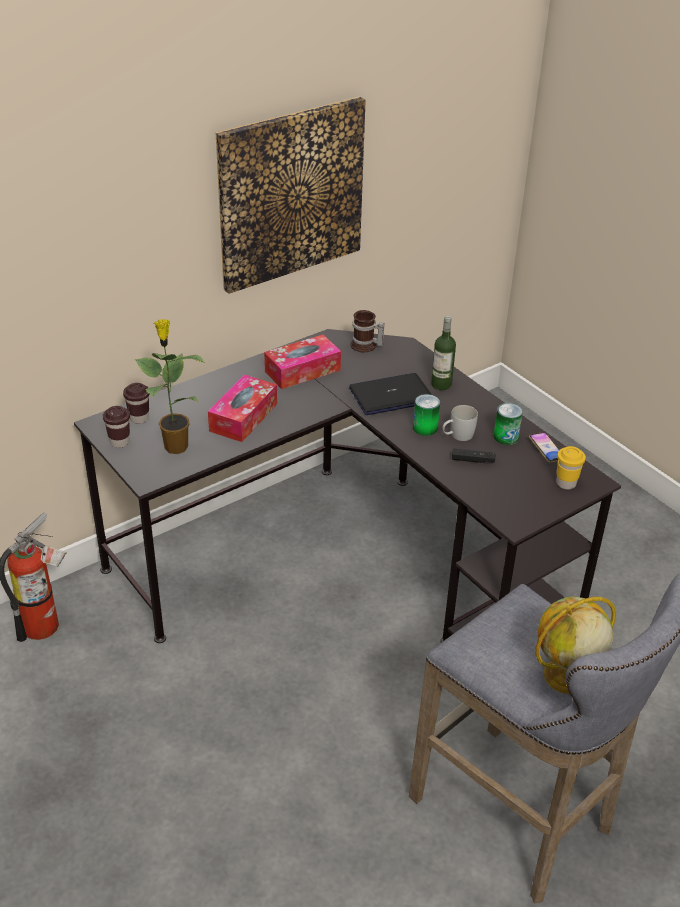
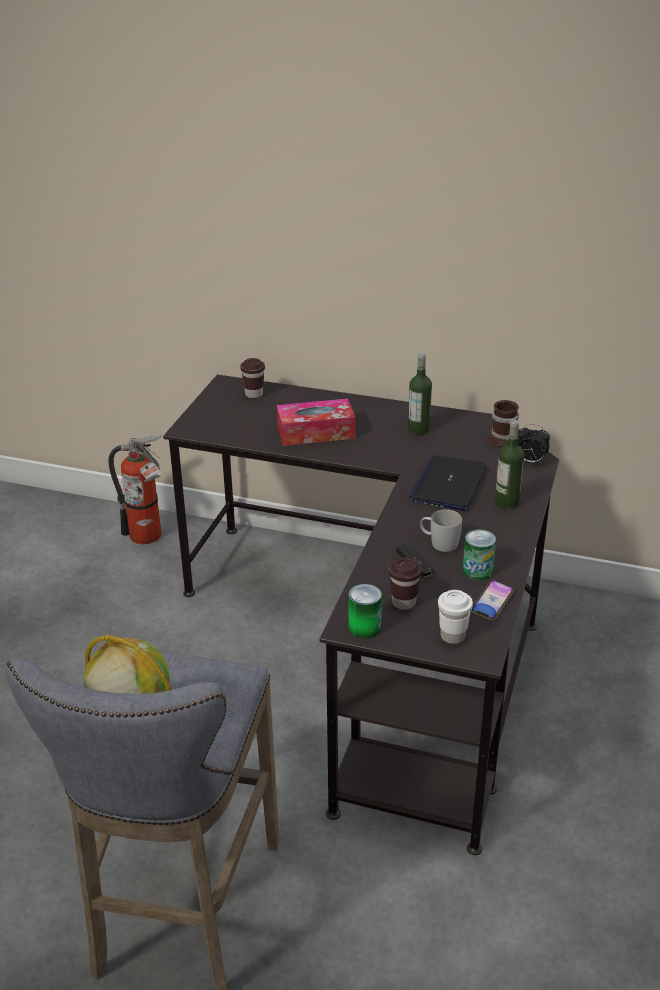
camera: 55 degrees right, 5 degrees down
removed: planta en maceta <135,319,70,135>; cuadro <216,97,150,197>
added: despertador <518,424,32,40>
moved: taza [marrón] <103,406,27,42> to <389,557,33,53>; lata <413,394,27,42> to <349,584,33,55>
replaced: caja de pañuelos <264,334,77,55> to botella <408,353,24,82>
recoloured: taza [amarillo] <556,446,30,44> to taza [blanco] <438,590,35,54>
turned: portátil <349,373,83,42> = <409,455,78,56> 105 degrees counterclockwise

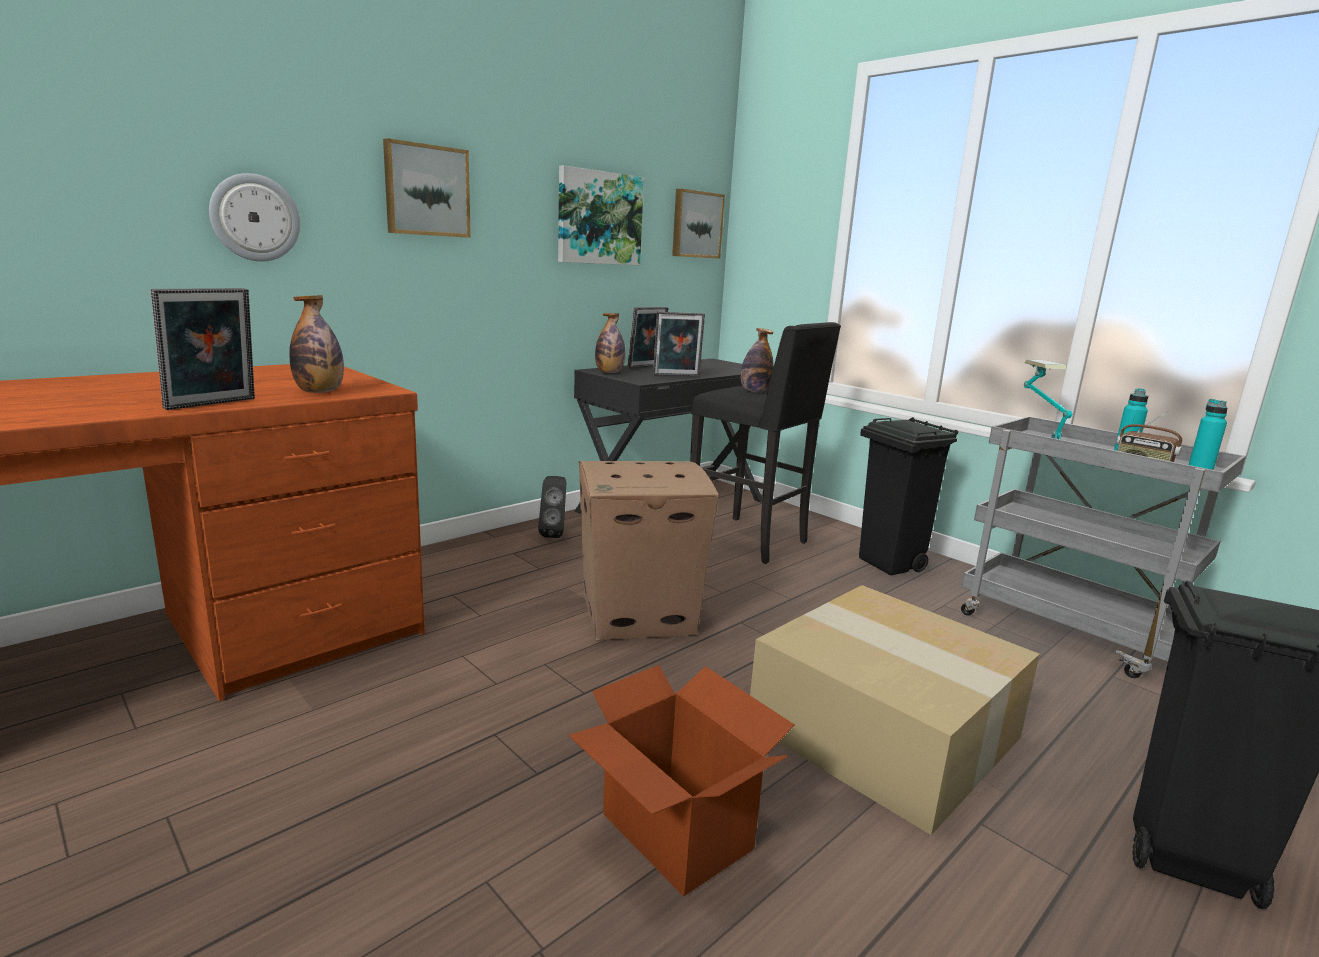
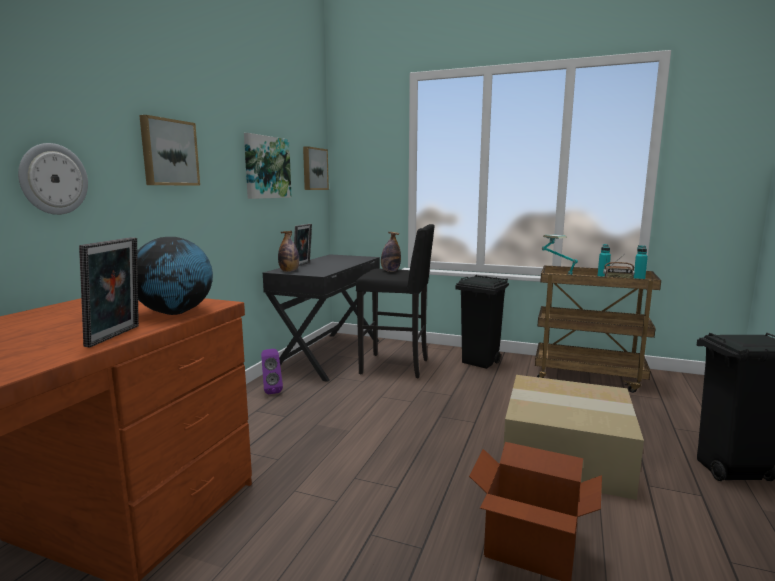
camera: 25 degrees left, 5 degrees down
removed: caja de cartón <579,461,140,179>; portarretratos <653,312,52,65>
replaced: botella <289,295,55,98> to globo terráqueo <137,237,76,78>
recoloured: altavoz [negro] <538,476,28,62> to altavoz [morado] <261,349,22,46>; carrito [gris] <961,416,285,262> to carrito [marrón] <535,265,126,128>

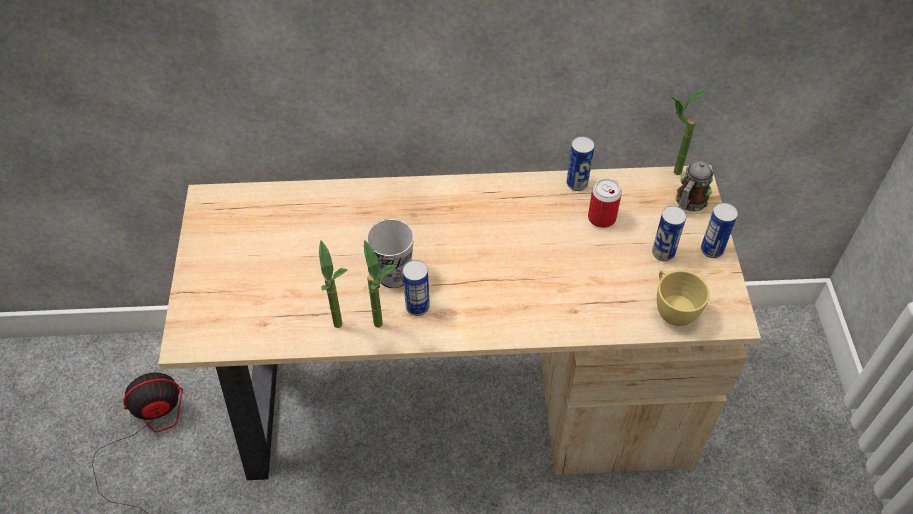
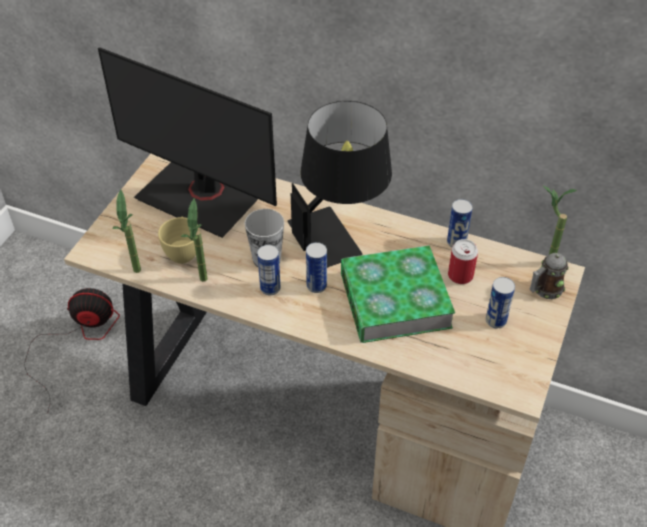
camera: 25 degrees right, 5 degrees down
added: monitor <98,47,179,191>; lámpara de mesa [negro] <288,101,104,167>; libro <341,245,114,98>
moved: planta en maceta <364,240,33,88> to <113,189,28,84>; taza [amarillo] <657,270,53,56> to <158,216,42,47>; lata <701,203,37,55> to <306,242,21,51>

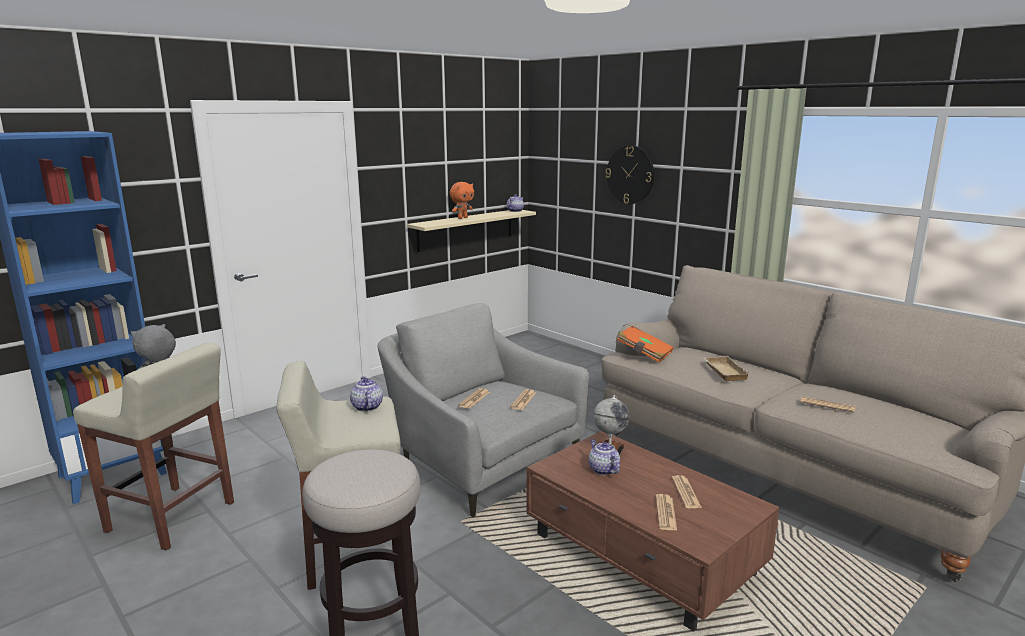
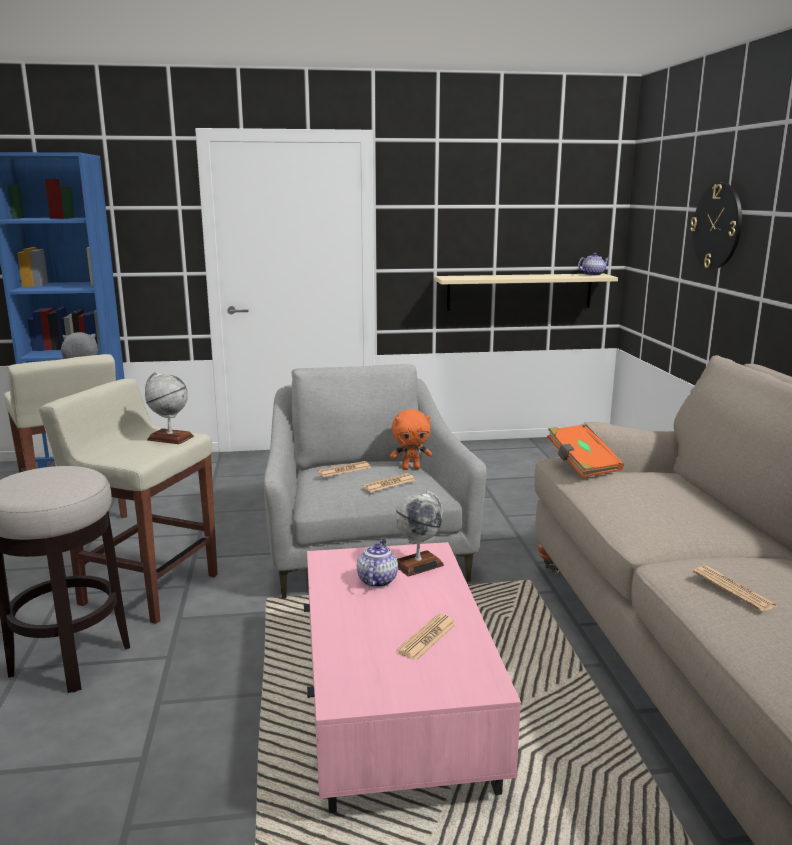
camera: 35 degrees right, 0 degrees up
removed: periódico <656,494,21,36>; bandeja [beis] <703,356,47,25>
moved: peluche [naranja] <450,182,24,37> to <390,409,42,61>
replaced: tetera <350,377,33,35> to globo terráqueo <145,372,49,72>
recoloured: mesa de centro [marrón] <526,431,254,201> to mesa de centro [rosa] <304,542,217,271>

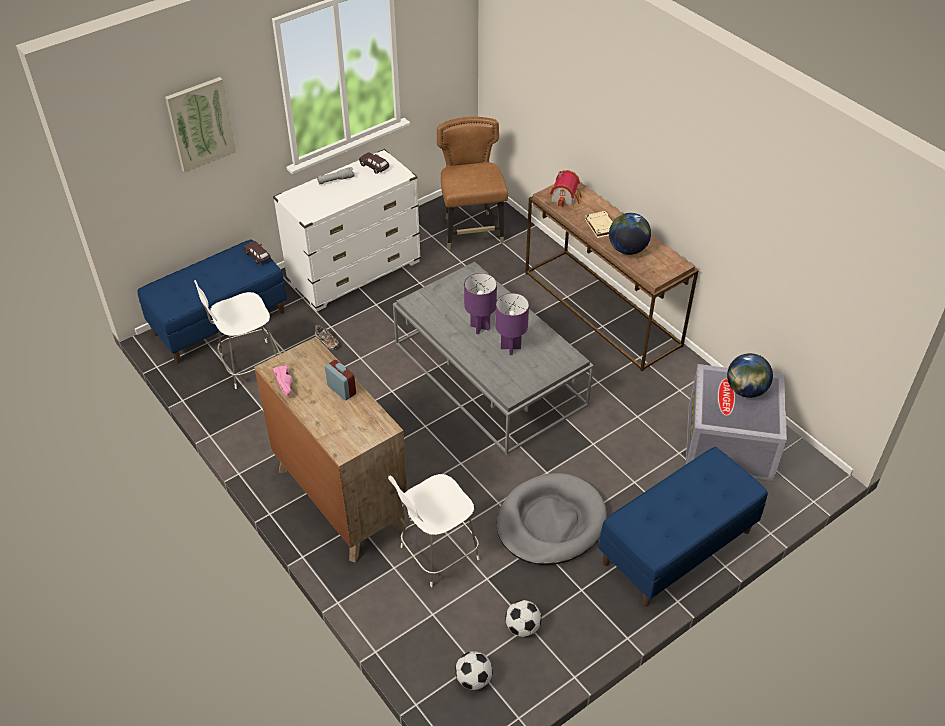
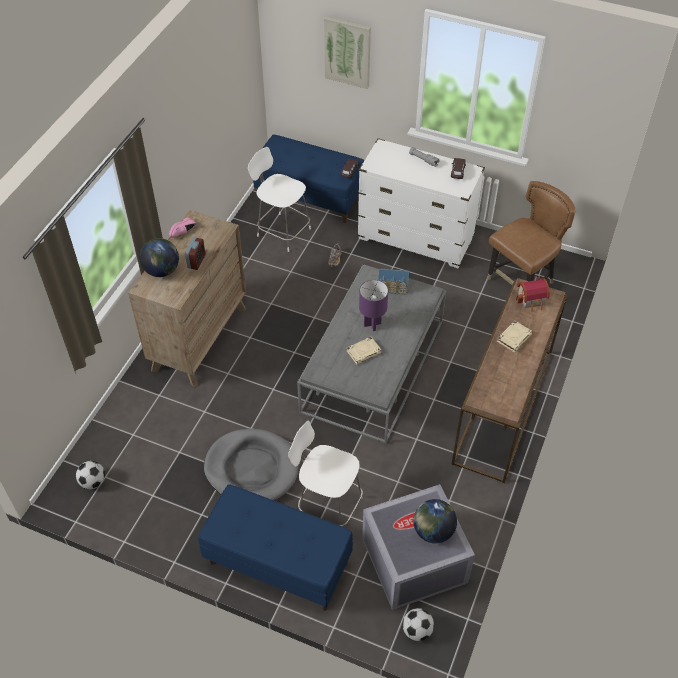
camera: 60 degrees right, 5 degrees up
added: casita <378,269,31,25>
moved: silla [blanco] <388,474,91,113> to <288,421,75,105>; balón de fútbol <505,600,36,37> to <403,608,31,33>; globo terráqueo <609,213,42,42> to <139,238,40,39>
replaced: lámpara de mesa [morado] <495,293,34,62> to libro [beis] <347,337,35,28>

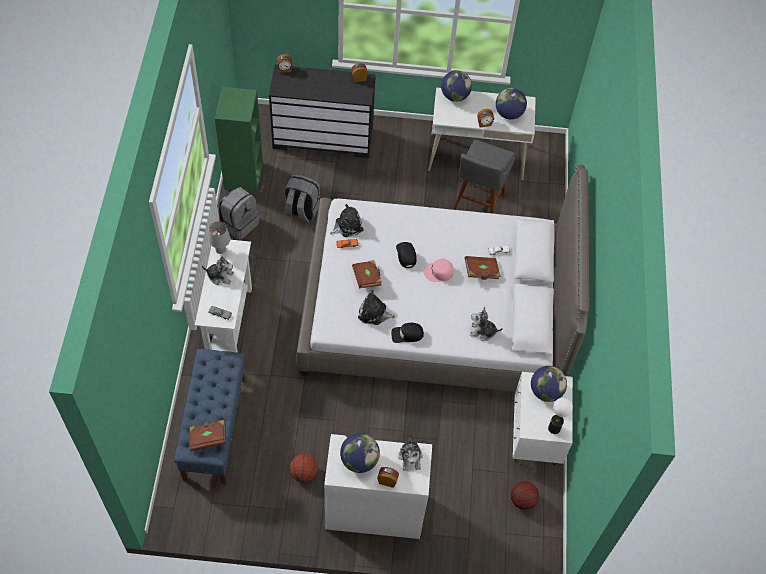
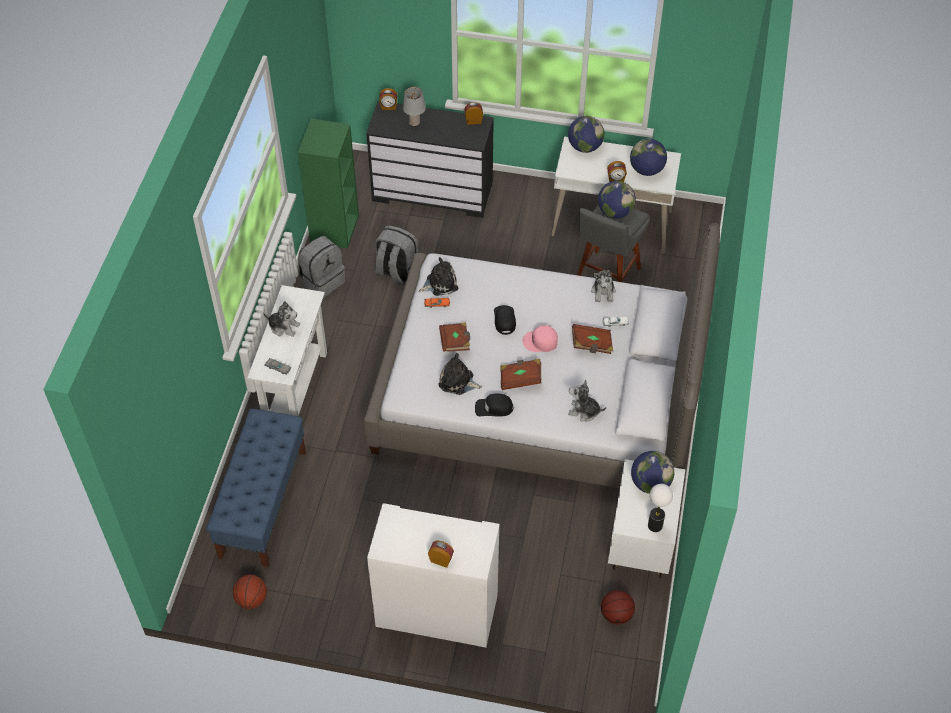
camera: 10 degrees right, 5 degrees down
moved: libro [marrón] <189,420,37,31> to <501,359,40,31>; lámpara de mesa [gris] <209,222,22,32> to <403,87,23,40>; balón de baloncesto <289,454,29,28> to <233,575,34,34>; globo terráqueo <340,433,40,40> to <598,181,38,38>; peluche <398,433,25,38> to <591,267,25,35>

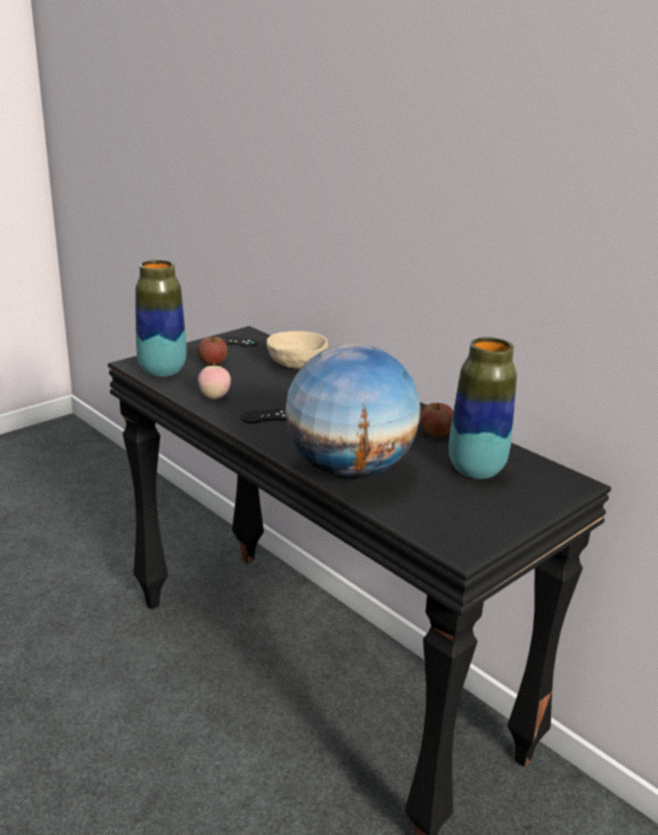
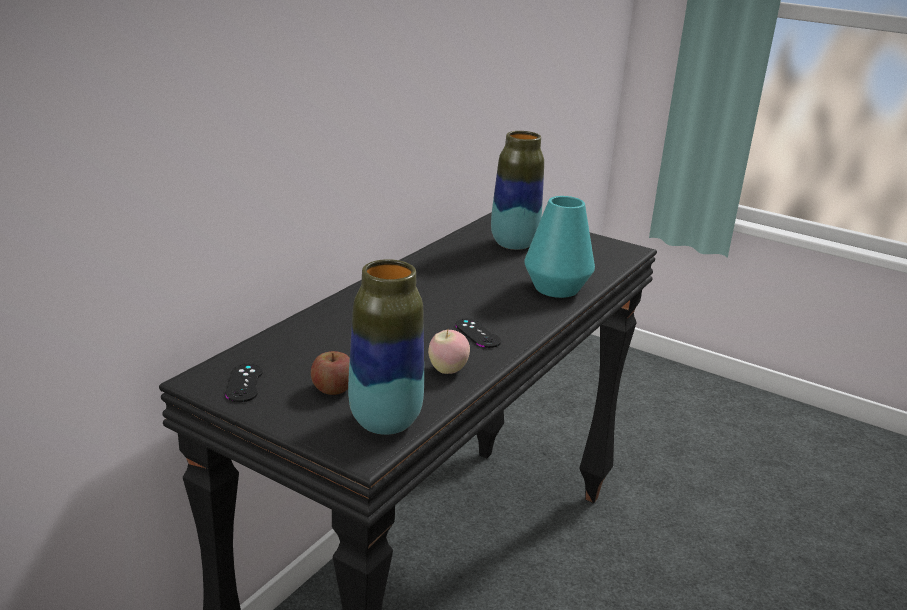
camera: 105 degrees left, 0 degrees up
removed: cuenco [beis] <266,331,62,38>; manzana <420,403,34,34>
replaced: globo terráqueo <286,344,135,135> to florero [turquesa] <524,196,71,102>

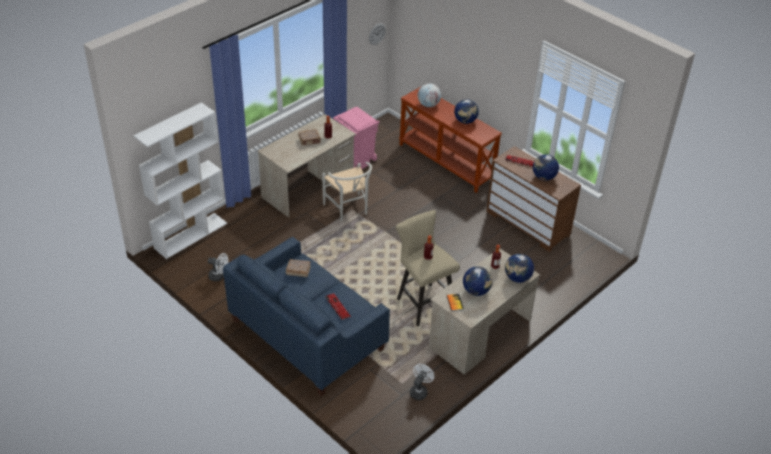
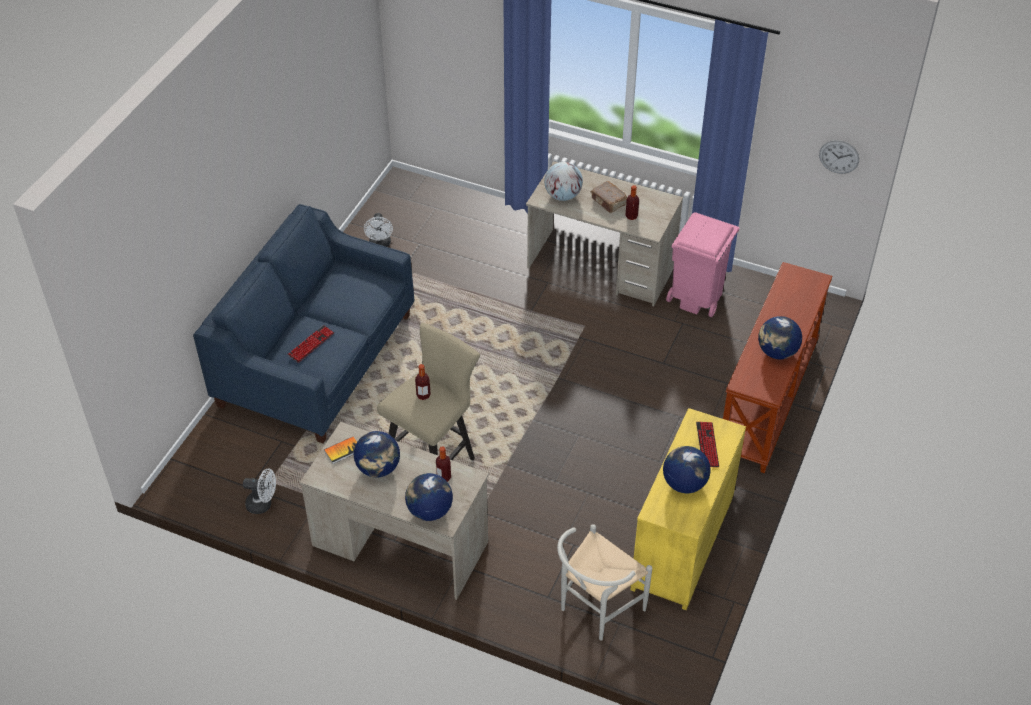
camera: 70 degrees right, 5 degrees up
removed: estantería [blanco] <134,102,93,157>; libro [marrón] <286,259,25,18>
moved: silla [blanco] <322,162,50,60> to <557,524,95,117>; globo terráqueo <418,83,23,24> to <544,162,39,39>
recoloured: cómoda [marrón] <486,146,95,106> to cómoda [amarillo] <631,408,115,202>

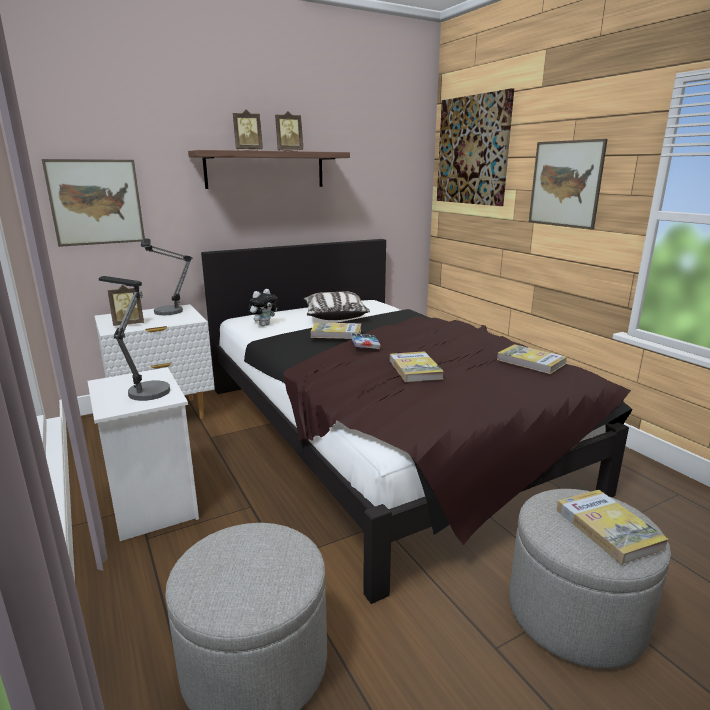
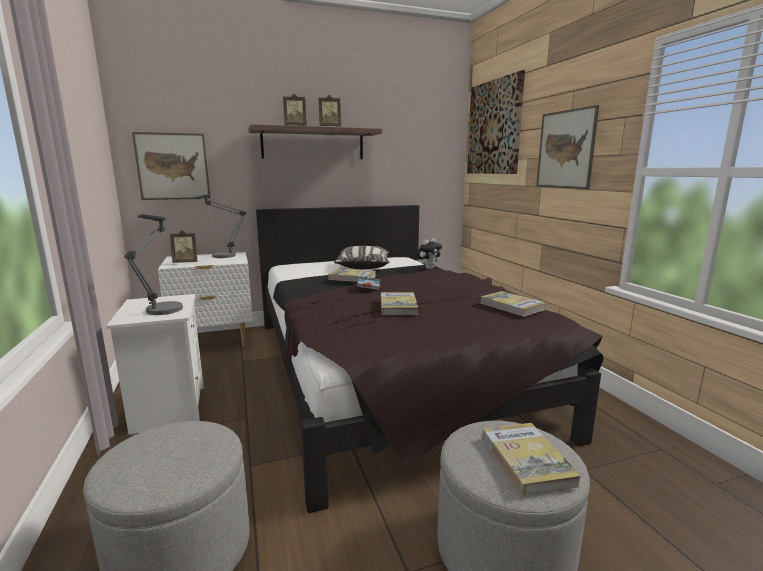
camera: 10 degrees right, 5 degrees down
moved: peluche <248,289,30,37> to <417,238,25,31>

